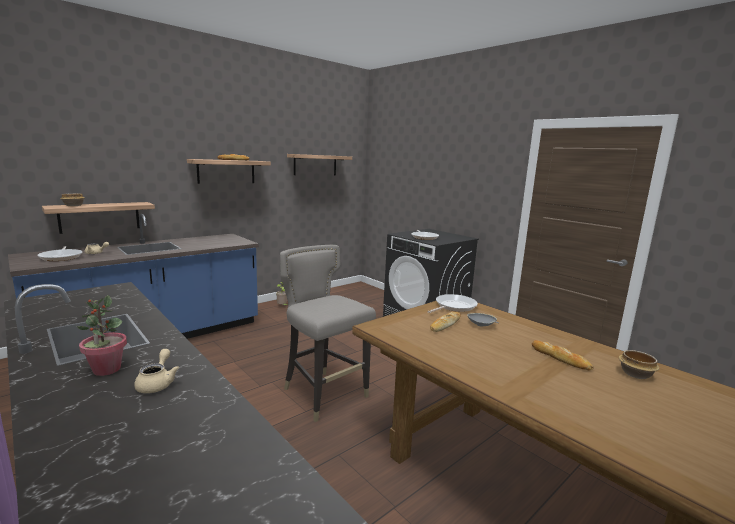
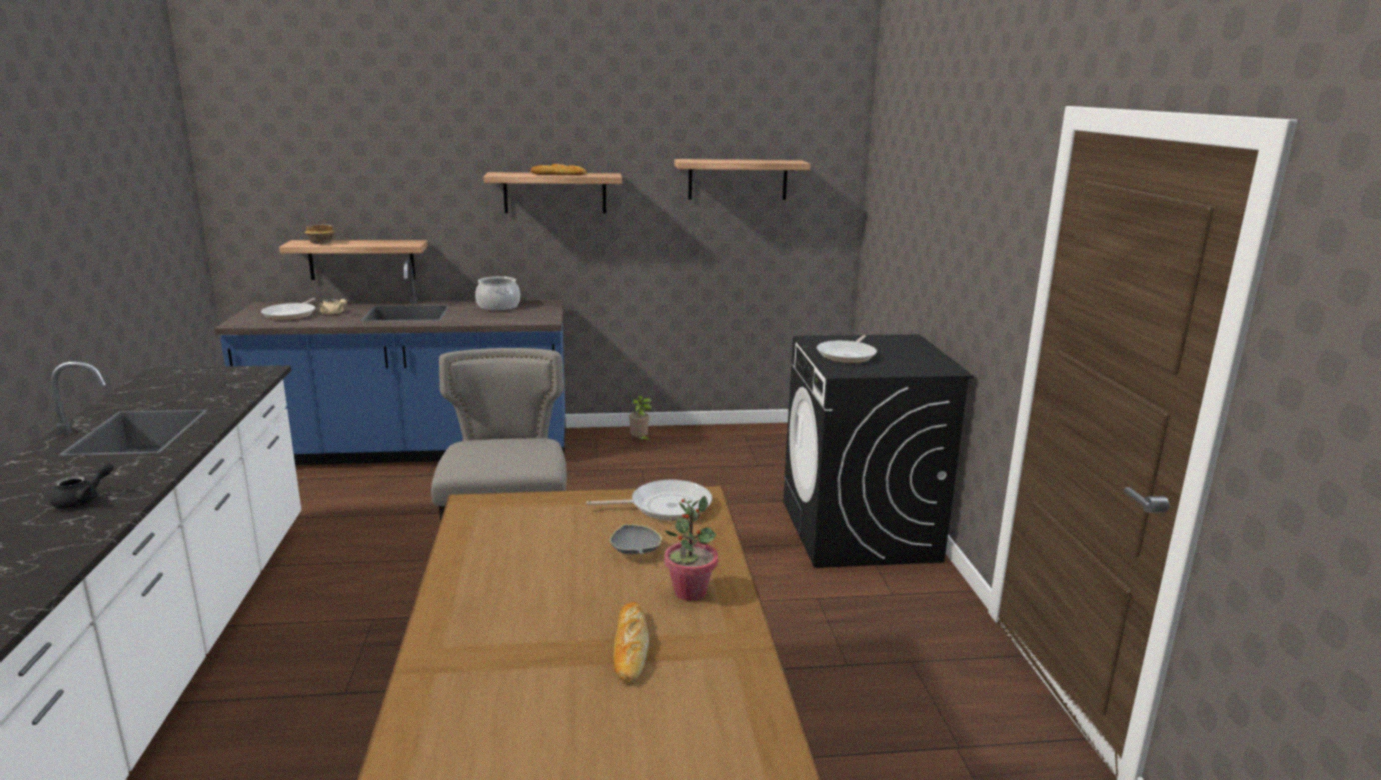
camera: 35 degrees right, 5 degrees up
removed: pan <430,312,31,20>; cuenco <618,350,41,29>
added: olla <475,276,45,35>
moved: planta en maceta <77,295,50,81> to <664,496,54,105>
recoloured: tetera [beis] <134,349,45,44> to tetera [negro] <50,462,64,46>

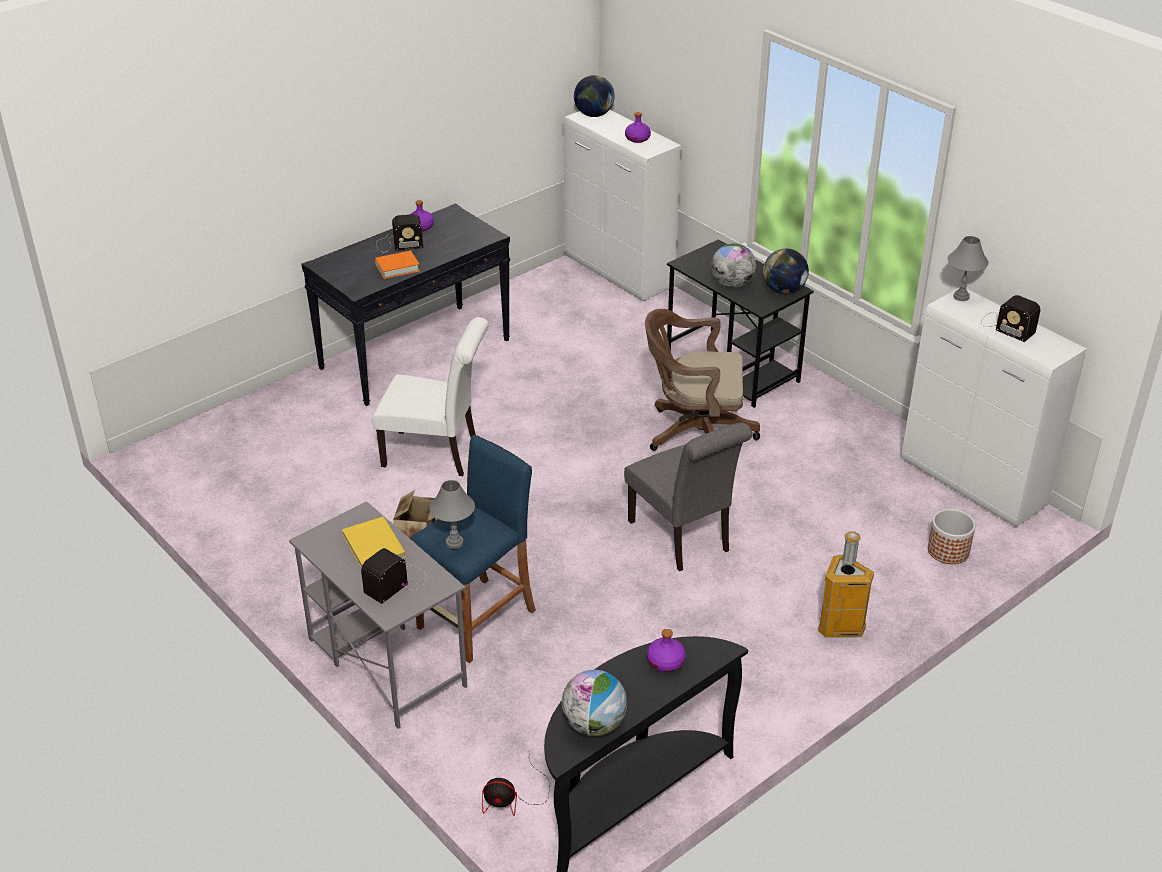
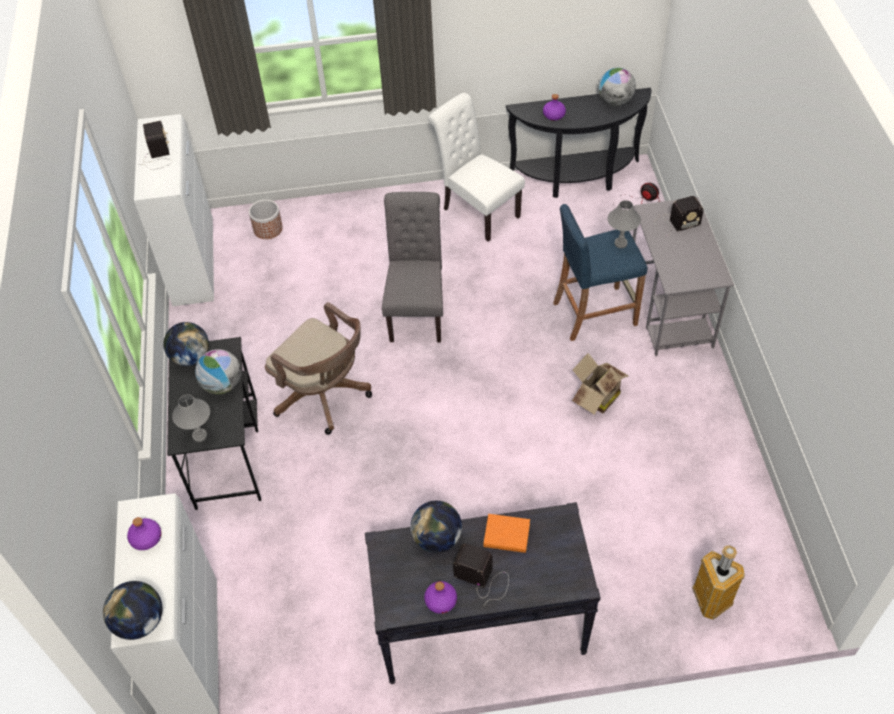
camera: 145 degrees left, 15 degrees up
removed: libro [amarillo] <342,517,64,51>
added: globo terráqueo <410,501,52,52>
moved: silla [blanco] <372,317,117,159> to <429,93,96,149>; papelera <818,531,56,107> to <692,545,53,75>; lámpara de mesa [gris] <948,236,40,65> to <172,395,38,47>

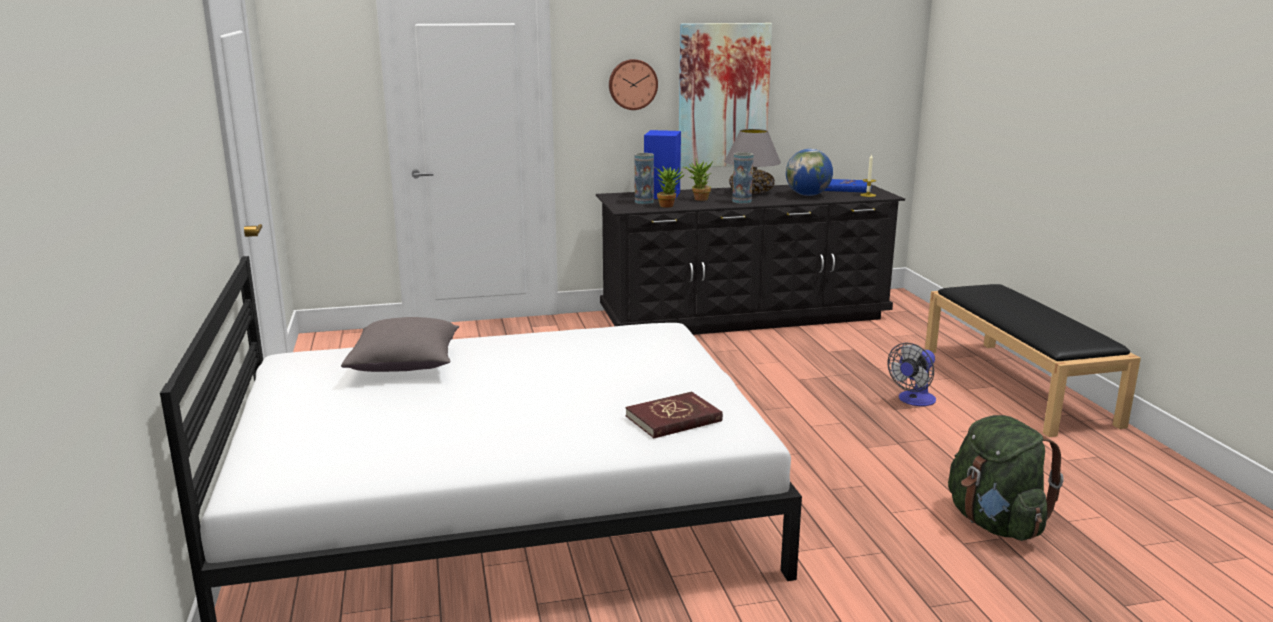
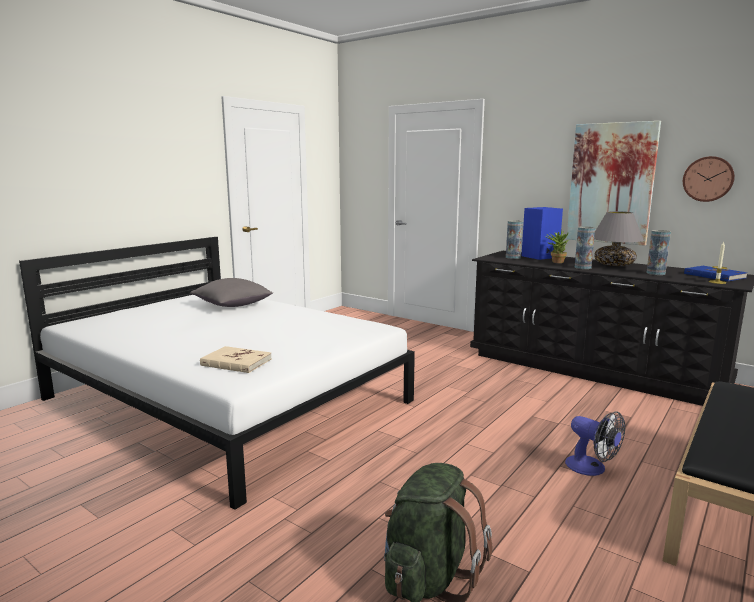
camera: 50 degrees right, 5 degrees down
removed: planta en maceta <655,166,30,42>
moved: reloj de pared <609,59,49,51> to <683,156,52,46>
replaced: globo terráqueo <786,149,47,47> to florero <646,230,25,45>
recoloured: libro [rojo] <625,392,98,46> to libro [beis] <200,346,72,27>
turned: ventilador <887,343,49,63> = <565,411,60,65> 135 degrees counterclockwise

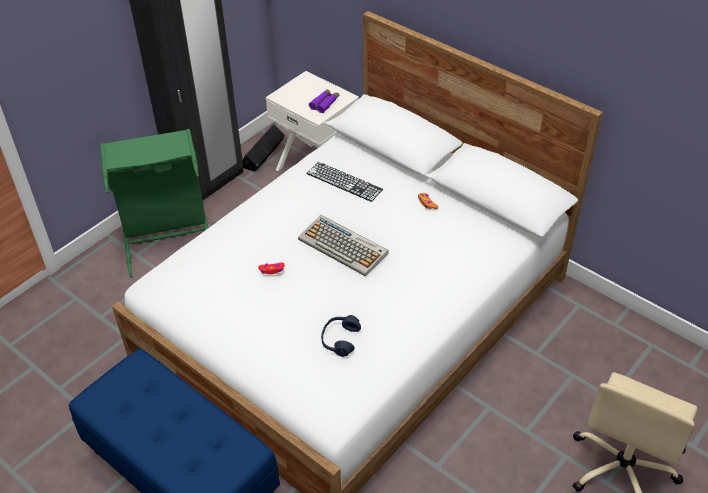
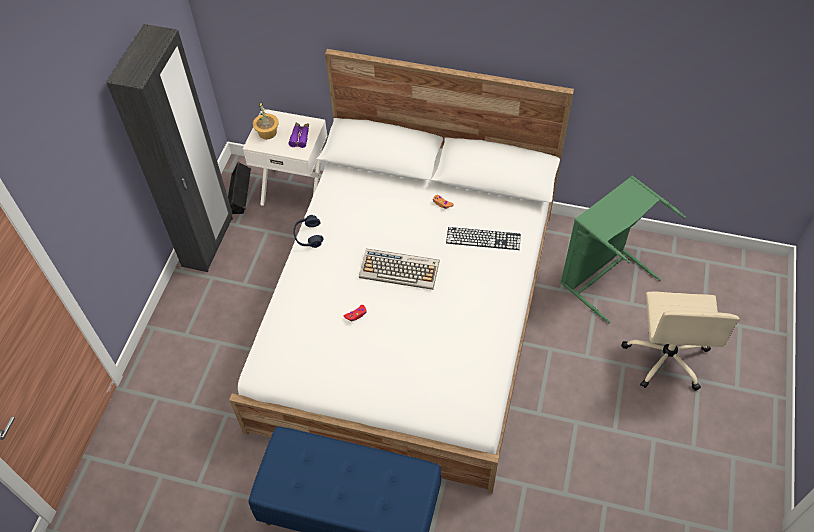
camera: 25 degrees left, 10 degrees up
added: planta en maceta <253,101,26,39>
moved: cesto de la ropa [verde] <100,129,108,148> to <560,176,126,147>; teclado <306,162,77,40> to <446,227,75,23>; auriculares [azul] <321,315,40,42> to <293,215,31,33>

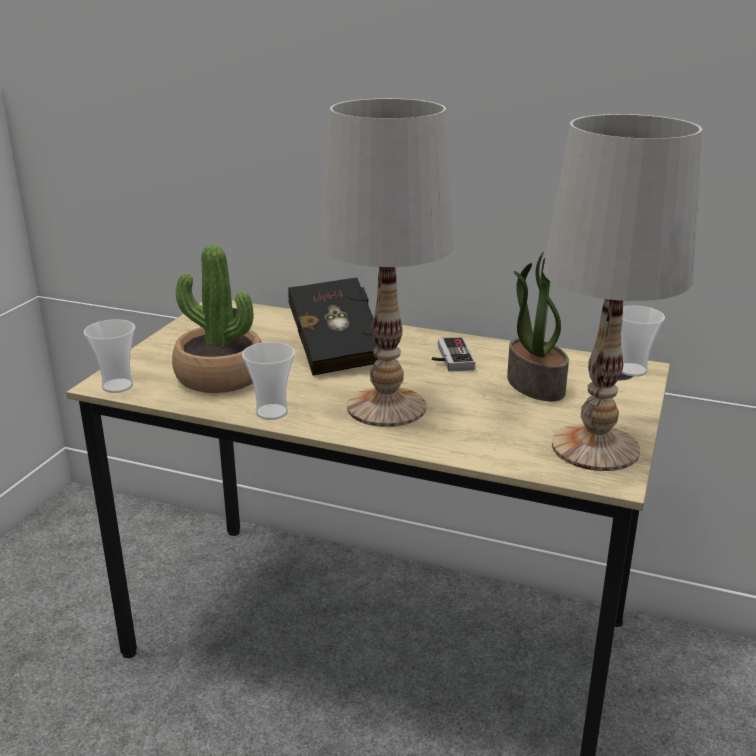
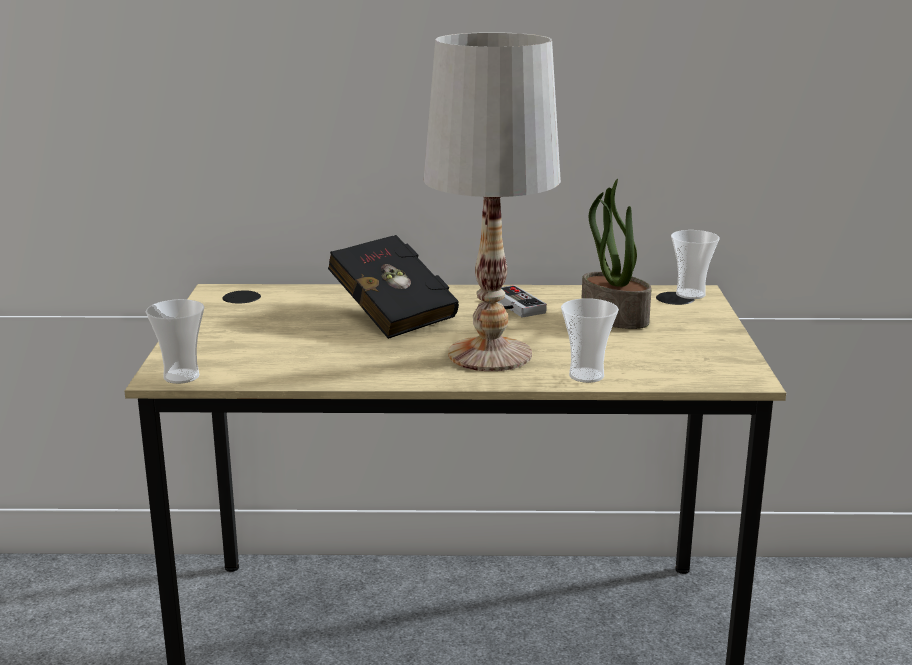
camera: 20 degrees left, 5 degrees down
removed: planta en maceta <172,244,90,149>; lámpara de mesa [blanco] <543,114,159,357>
moved: taza <242,342,53,78> to <561,298,58,85>

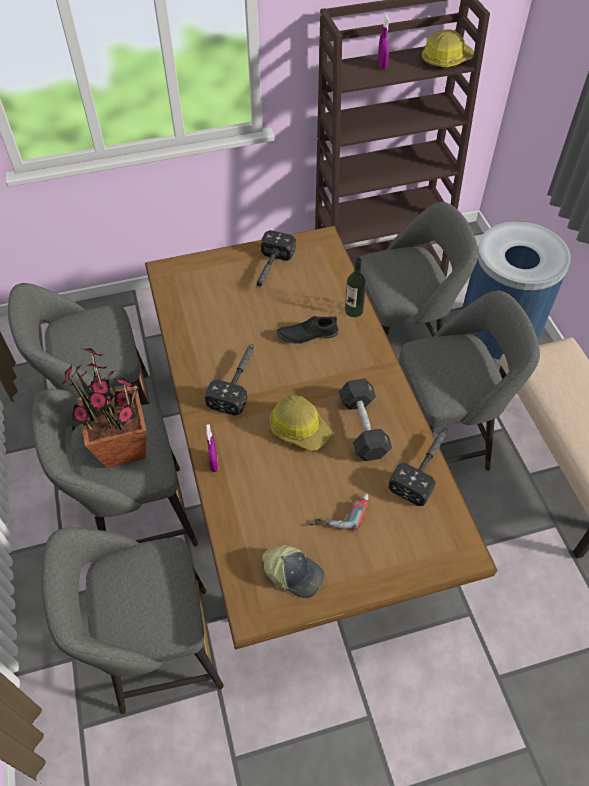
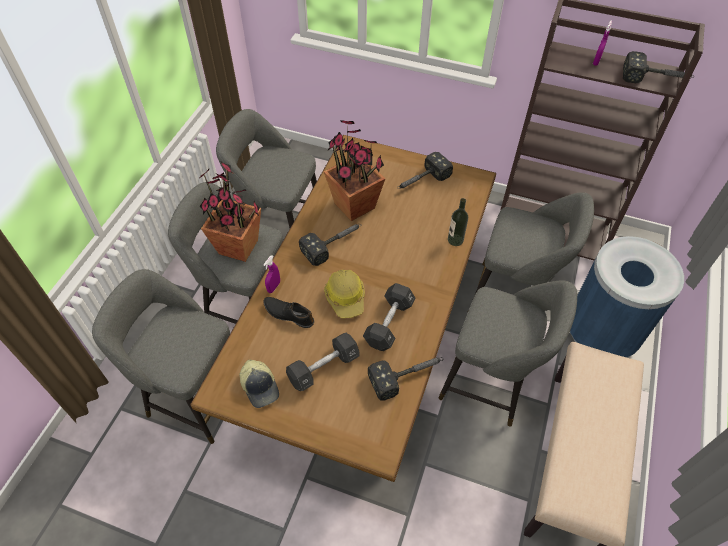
camera: 35 degrees right, 0 degrees up
added: planta en maceta <324,120,62,101>
moved: zapato [negro] <277,316,62,28> to <263,297,51,31>
replaced: taladro <309,493,60,38> to mancuerna [negro] <286,333,74,58>; casco <422,29,52,39> to martillo <623,51,71,32>

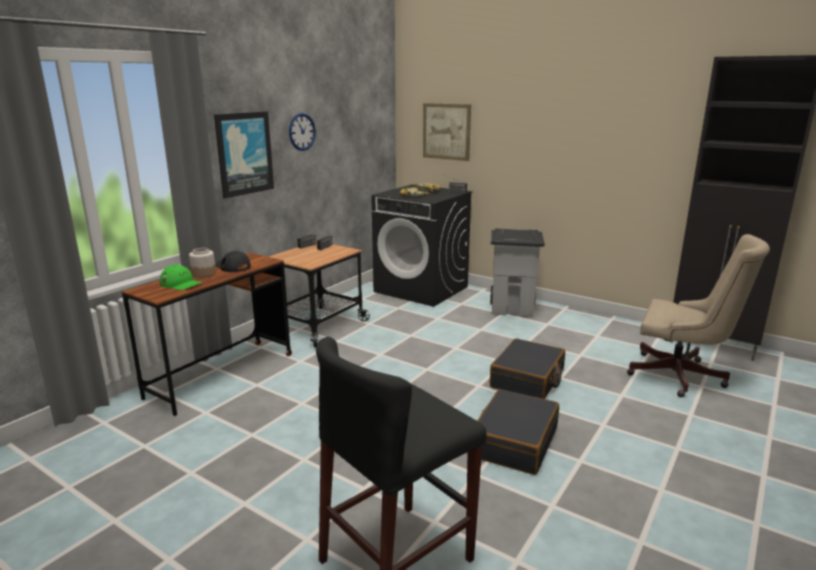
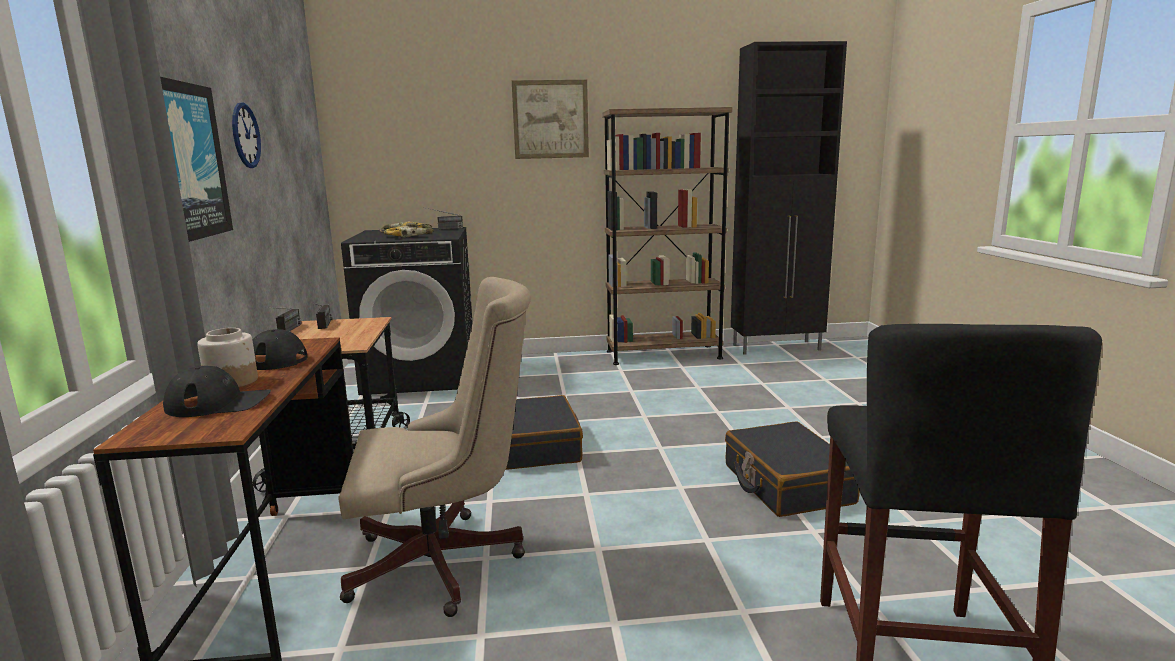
camera: 40 degrees left, 5 degrees down
removed: papelera [gris] <490,229,55,88>
added: estantería [marrón] <602,107,130,258>
moved: cuadro <423,103,48,58> to <512,80,77,79>; maleta [negro] <490,338,75,61> to <506,395,77,75>; silla de oficina [beis] <627,234,143,163> to <338,277,193,340>
recoloured: gorra [verde] <160,265,43,25> to gorra [negro] <163,366,108,51>

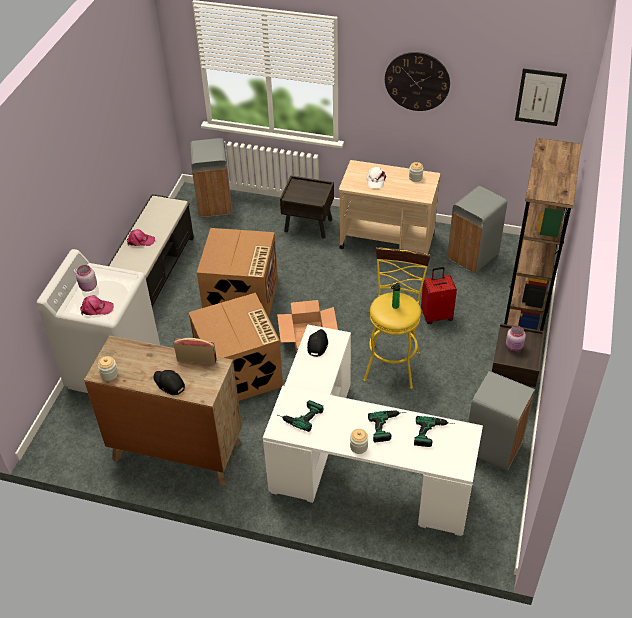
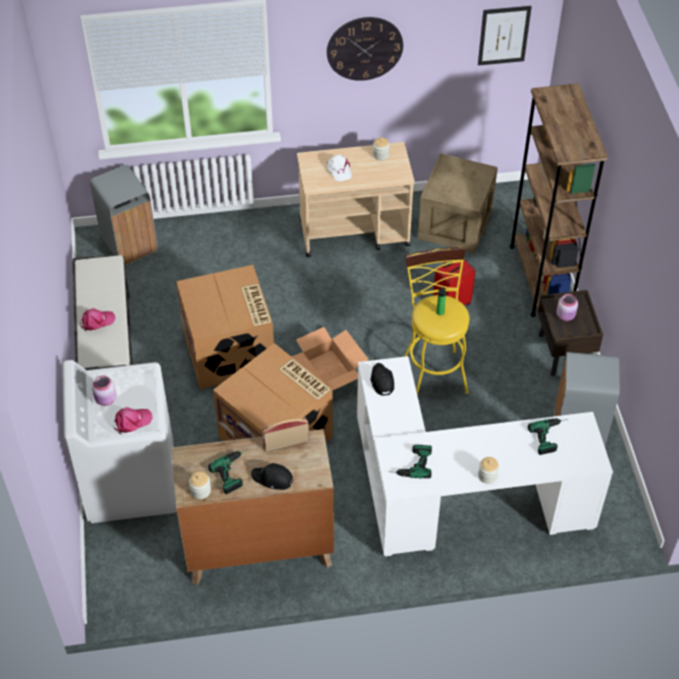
camera: 25 degrees left, 5 degrees up
removed: mesita de noche [marrón] <280,176,54,62>
moved: taladro <368,410,38,33> to <208,449,40,46>
replaced: papelera [gris] <448,186,59,88> to caja de embalaje <418,153,80,101>

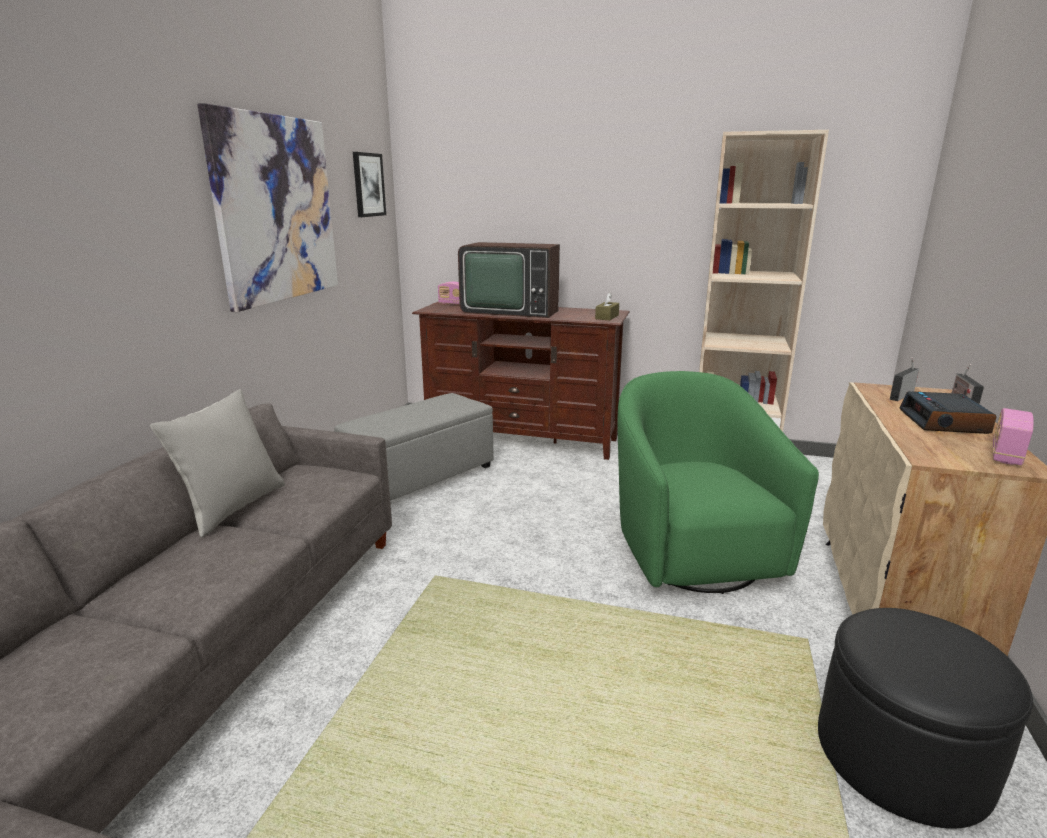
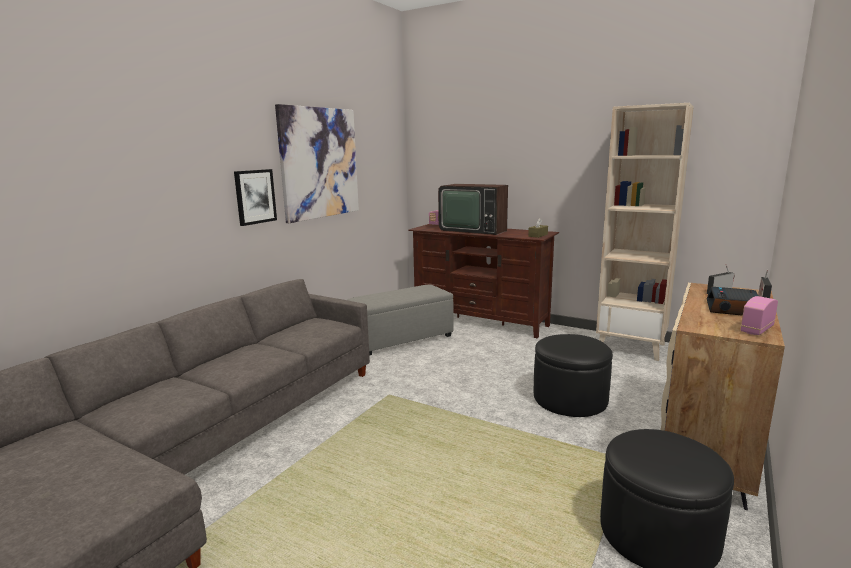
camera: 15 degrees right, 5 degrees down
removed: cojín [gris] <150,389,135,149>
moved: cuadro <353,152,33,65> to <234,169,43,57>
replaced: sillón [verde] <617,371,202,223> to puf [negro] <533,334,80,83>

